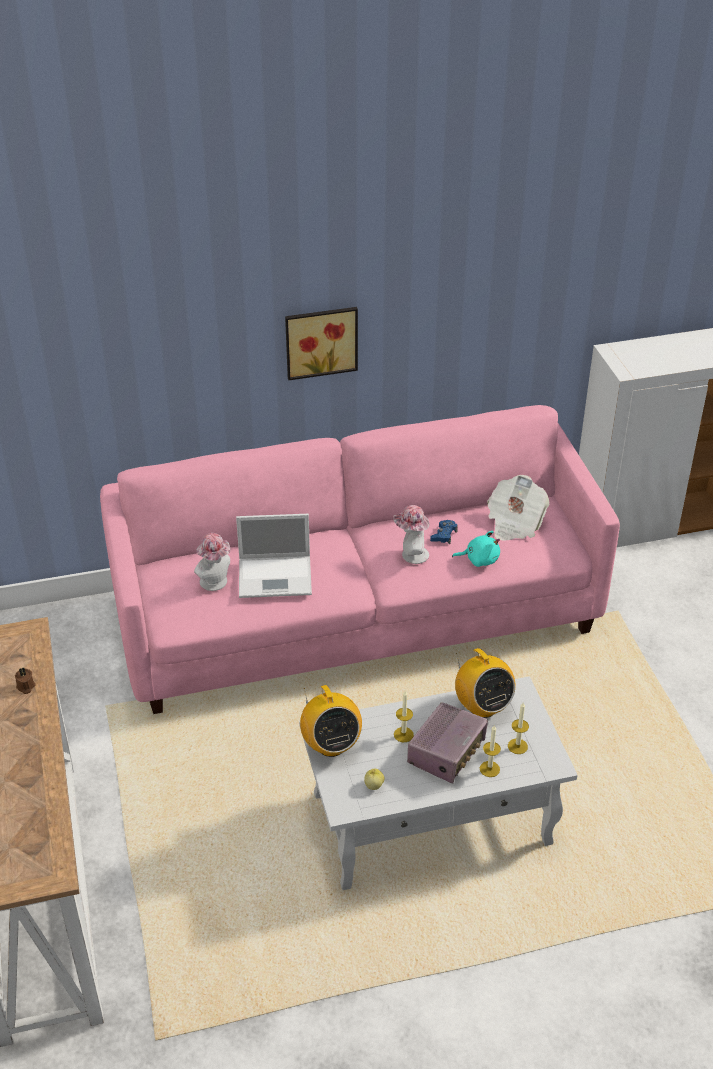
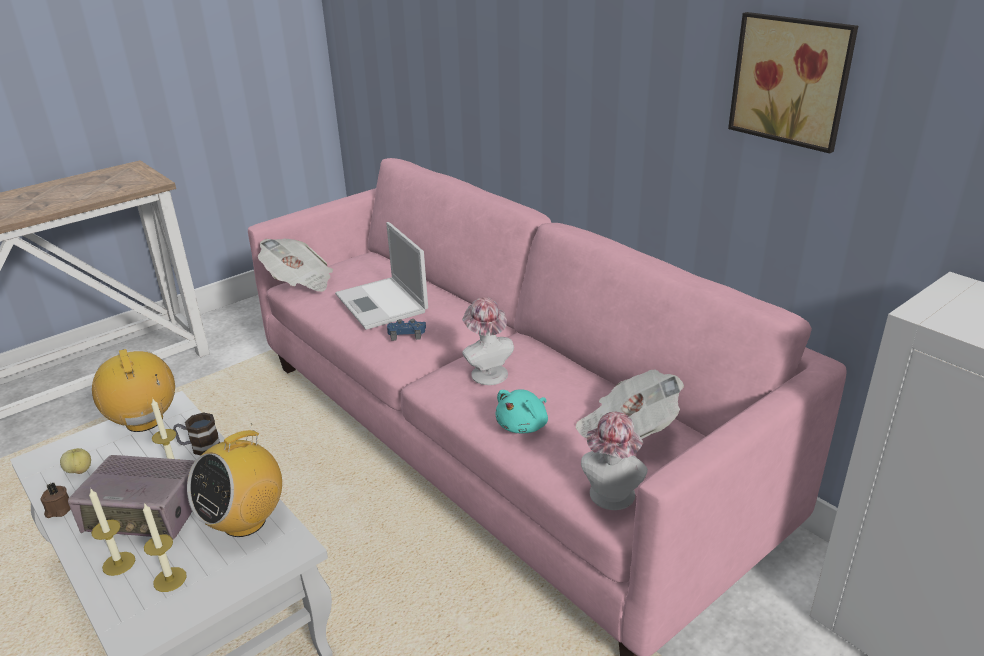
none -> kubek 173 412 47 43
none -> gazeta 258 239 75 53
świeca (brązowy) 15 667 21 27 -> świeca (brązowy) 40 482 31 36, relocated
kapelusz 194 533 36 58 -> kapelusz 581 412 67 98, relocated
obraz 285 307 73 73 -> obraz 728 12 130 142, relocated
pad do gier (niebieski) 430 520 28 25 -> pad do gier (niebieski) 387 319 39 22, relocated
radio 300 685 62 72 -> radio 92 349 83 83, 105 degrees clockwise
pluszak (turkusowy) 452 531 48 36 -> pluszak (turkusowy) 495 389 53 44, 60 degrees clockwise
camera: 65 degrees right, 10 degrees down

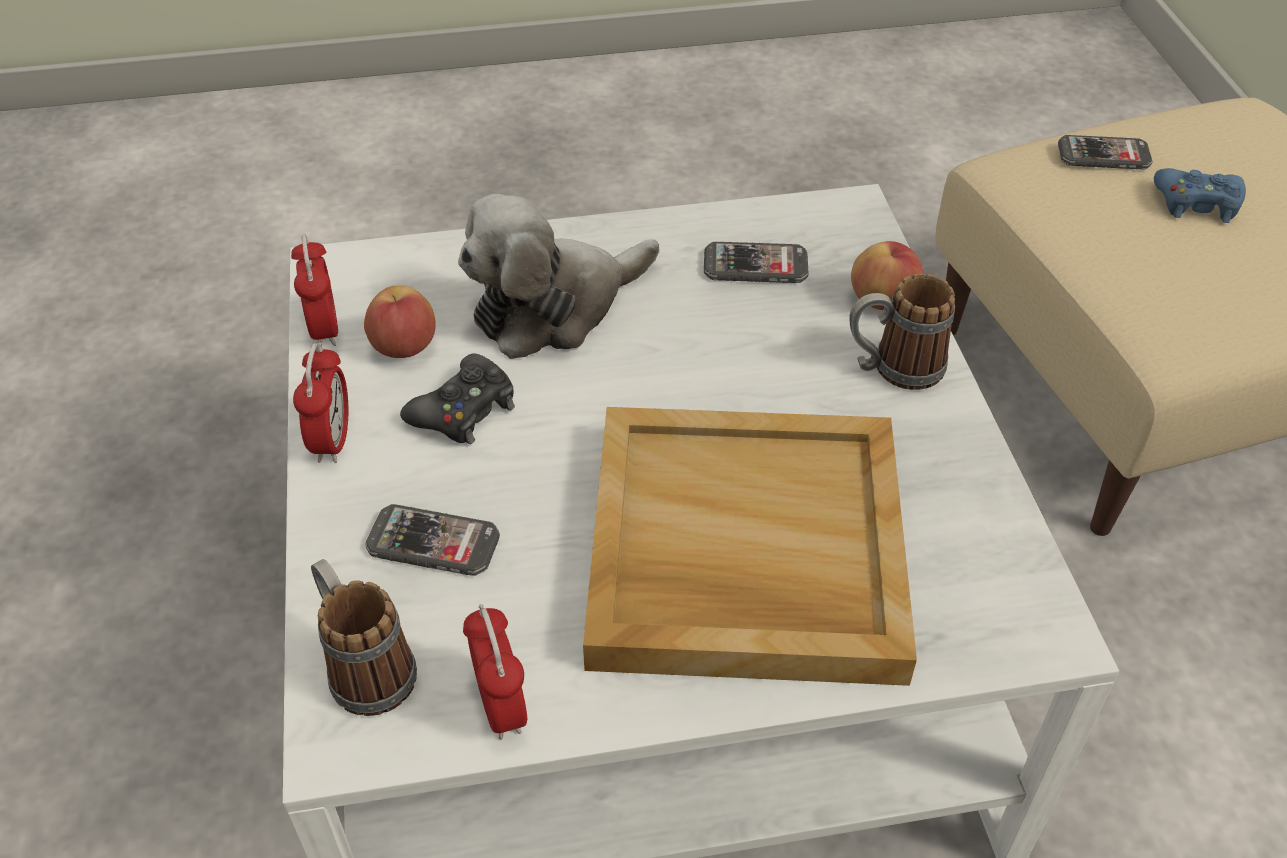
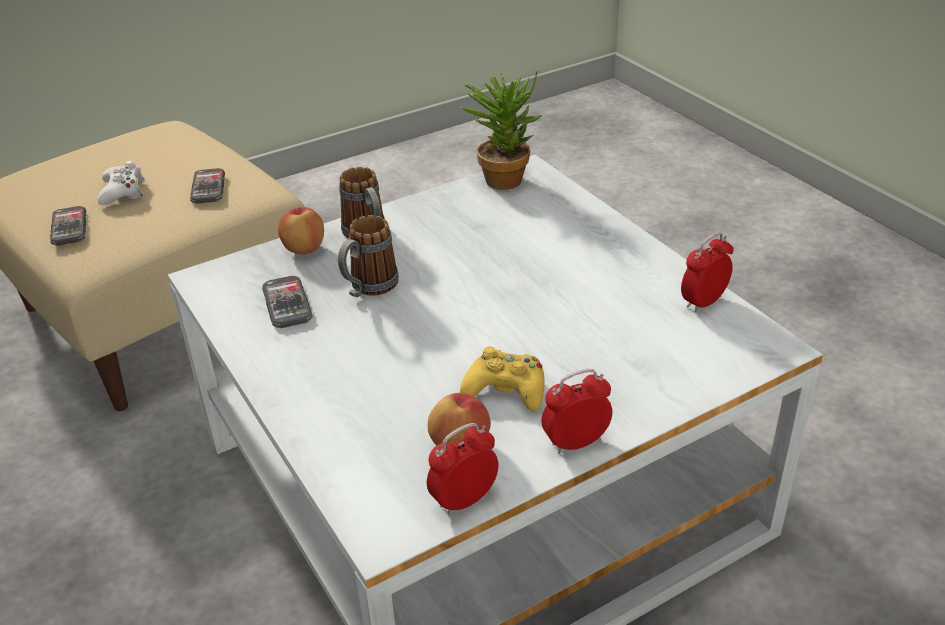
pluszak 458 194 201 165 -> none
taca (beżowy) 583 407 334 279 -> none
none -> roślina doniczkowa 459 71 83 119
kubek 311 559 106 157 -> kubek 338 215 61 82, relocated
telefon 365 504 135 72 -> telefon 190 168 35 36, relocated
pad do gier (czarny) 400 353 115 91 -> pad do gier (żółty) 460 347 84 64
pad do gier (niebieski) 1154 168 92 55 -> pad do gier (biały) 98 161 47 44
camera: 110 degrees left, 10 degrees down

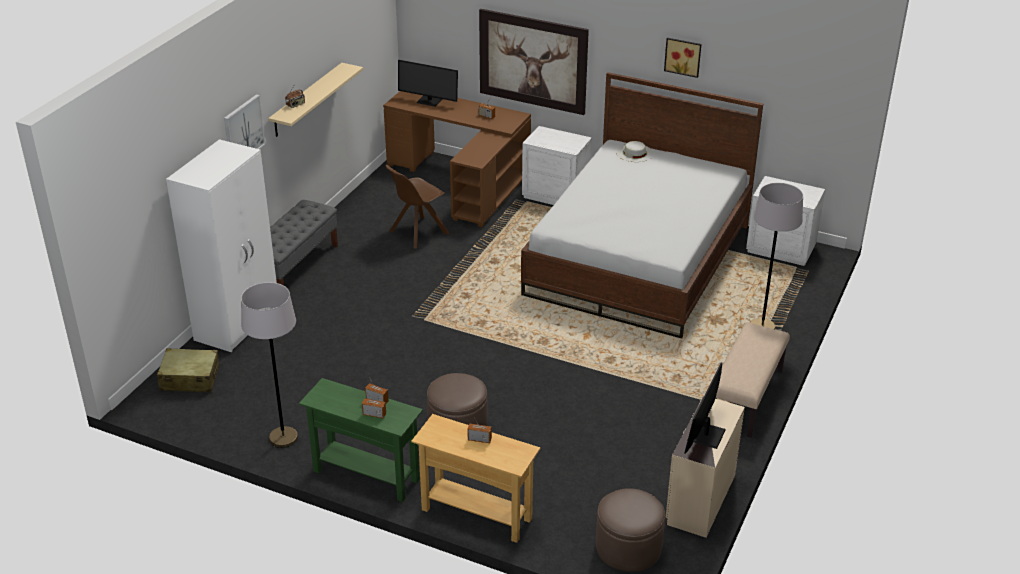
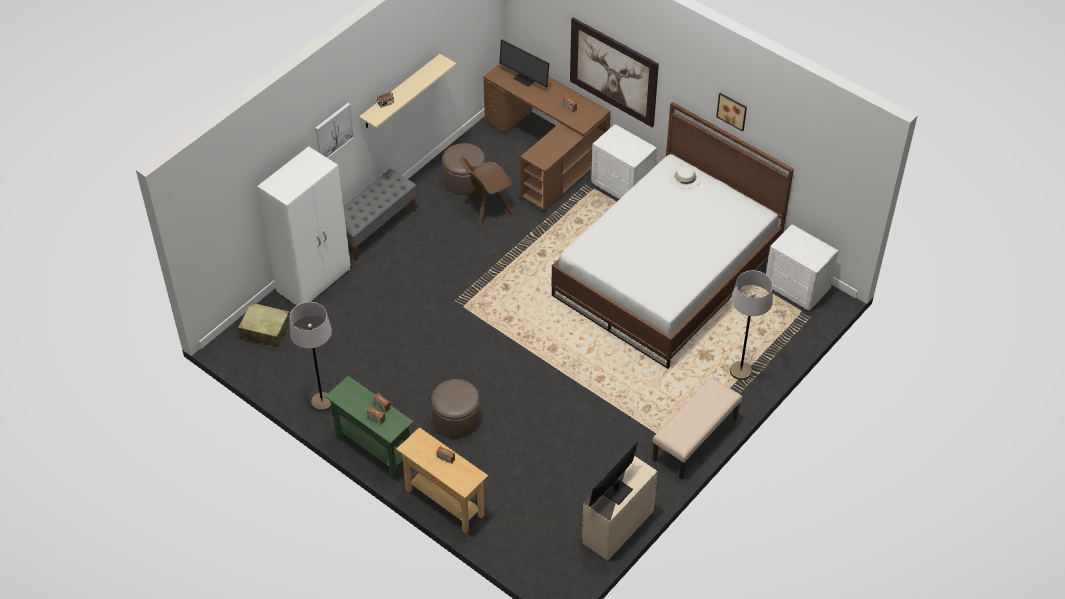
pufa (brązowy) 596 488 69 84 -> pufa (brązowy) 442 143 43 52, relocated
camera: 15 degrees right, 15 degrees up

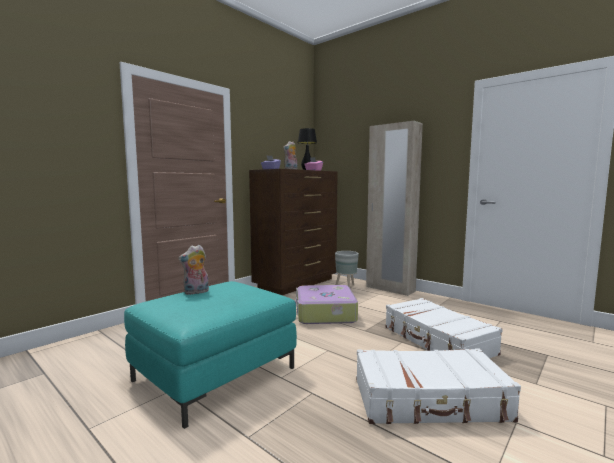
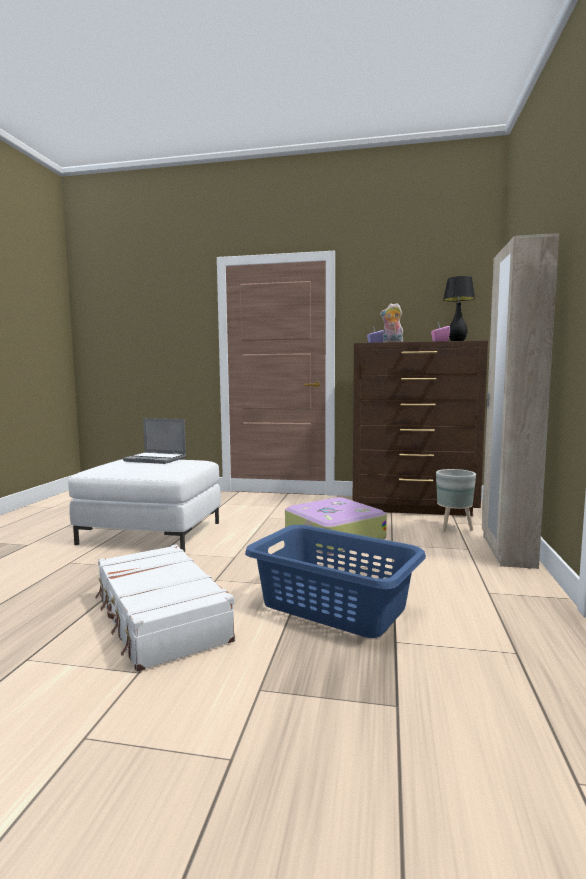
pluszak 178 245 31 50 -> laptop 123 418 63 46
walizka (biały) 385 298 118 60 -> kosz na pranie (niebieski) 245 525 181 113
pufa (turkusowy) 124 281 173 148 -> pufa (biały) 68 459 153 93
camera: 60 degrees right, 0 degrees up

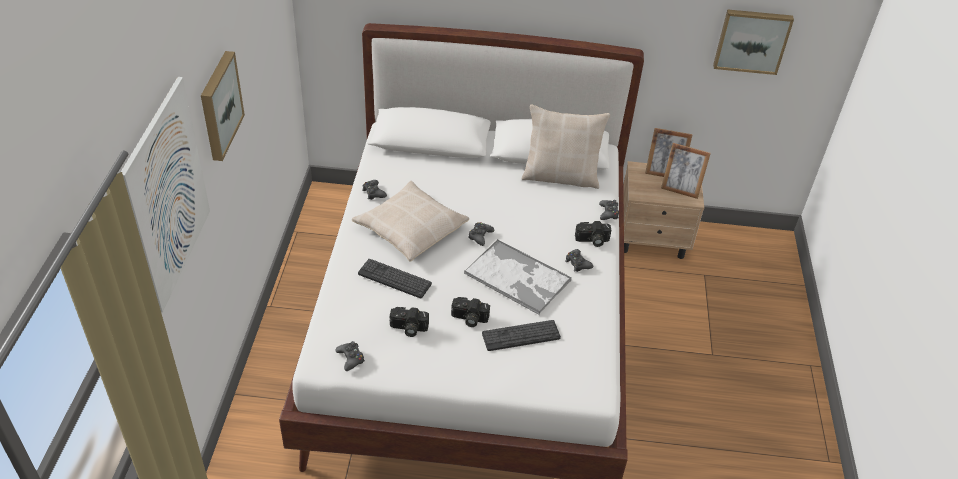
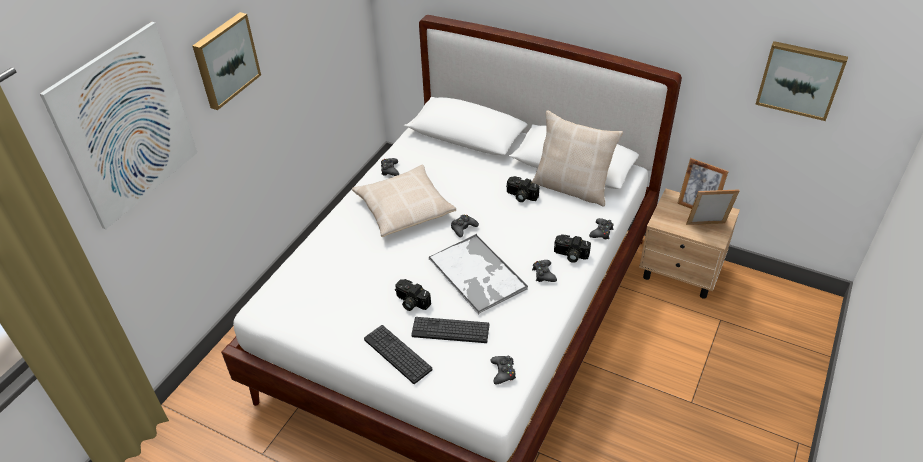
pad do gier (czarny) 336 341 29 30 -> pad do gier (czarny) 491 356 25 28, relocated
klawiatura 358 259 74 40 -> klawiatura 364 325 68 59, relocated
aparat fotograficzny 390 307 39 30 -> aparat fotograficzny 506 176 33 26, relocated
ramka na zdjęcie 661 143 50 56 -> ramka na zdjęcie 686 189 54 36, 135 degrees clockwise
camera: 25 degrees right, 0 degrees up

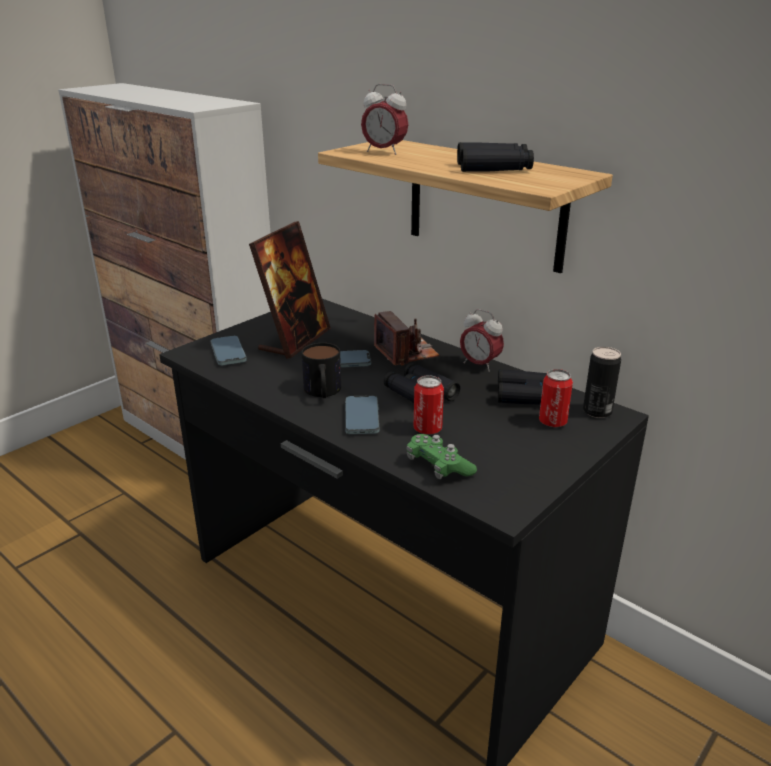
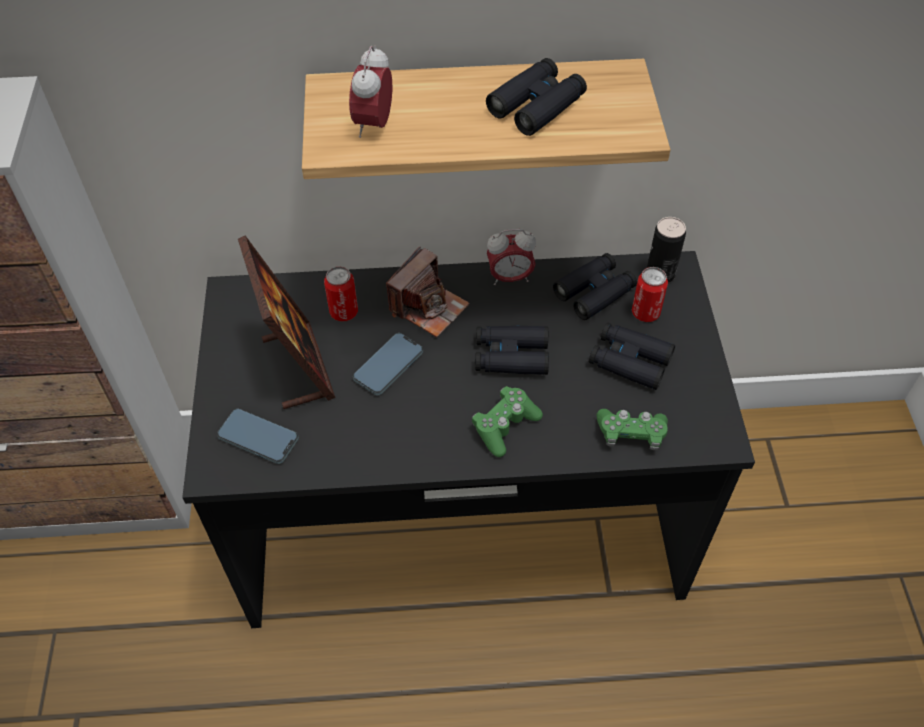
kubek 302 343 39 55 -> none
none -> lornetka (czarny) 589 323 86 67
puszka 414 376 30 59 -> puszka 324 266 34 56, relocated
telefon 345 396 34 38 -> pad do gier (zielony) 472 386 71 71
budzik 361 84 47 71 -> budzik 349 45 43 93, 120 degrees clockwise
aparat fotograficzny 374 311 65 55 -> aparat fotograficzny 386 247 84 90, 105 degrees clockwise
camera: 45 degrees left, 25 degrees up

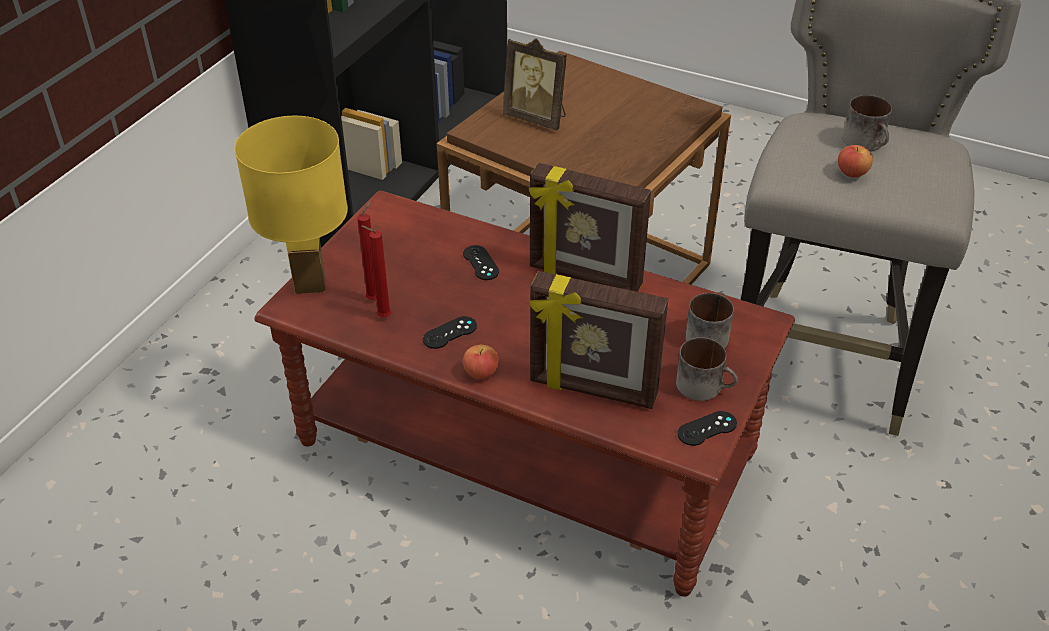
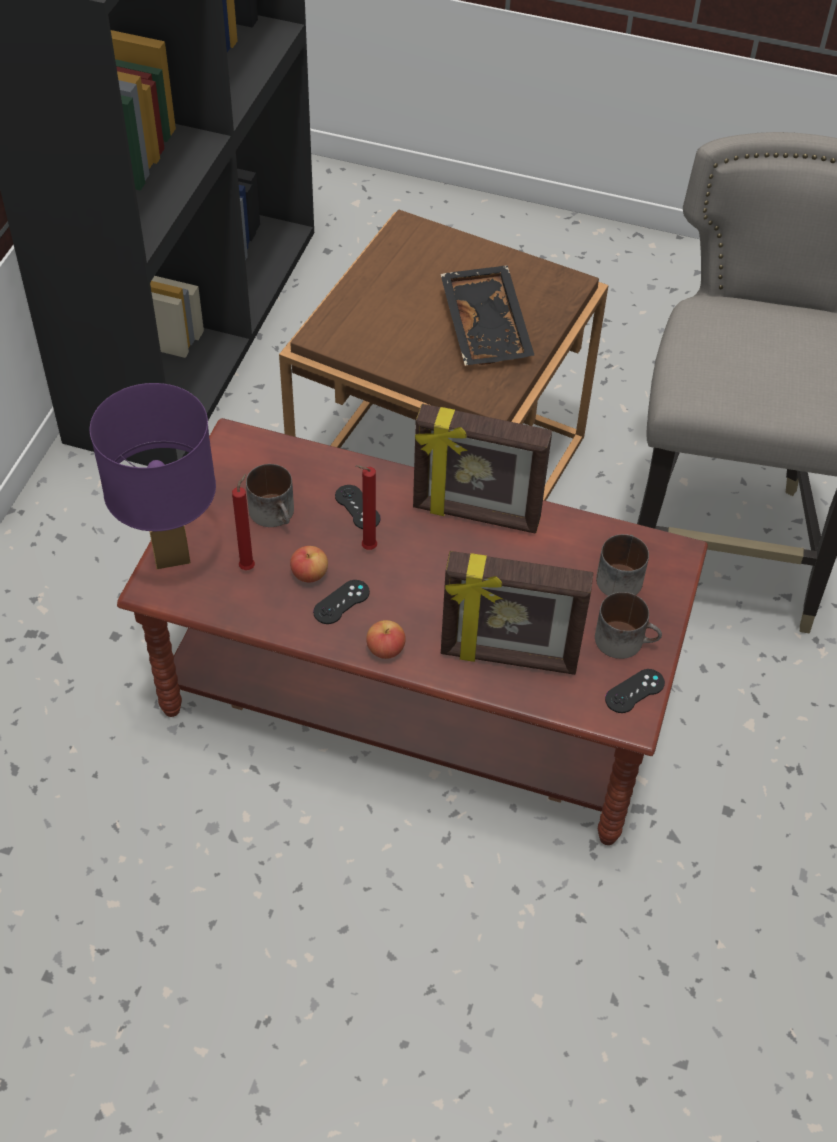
ramka na zdjęcie 503 38 64 92 -> none
none -> taca (czarny) 440 265 94 101
świeca (czerwony) 361 226 30 91 -> świeca (czerwony) 356 465 21 85, relocated
jabłko 838 145 35 32 -> jabłko 290 546 38 36, relocated
kubek 842 95 50 56 -> kubek 246 464 48 63, relocated
lampa stołowa (żółty) 234 116 114 178 -> lampa stołowa (fioletowy) 90 383 126 186
camera: 10 degrees left, 10 degrees up

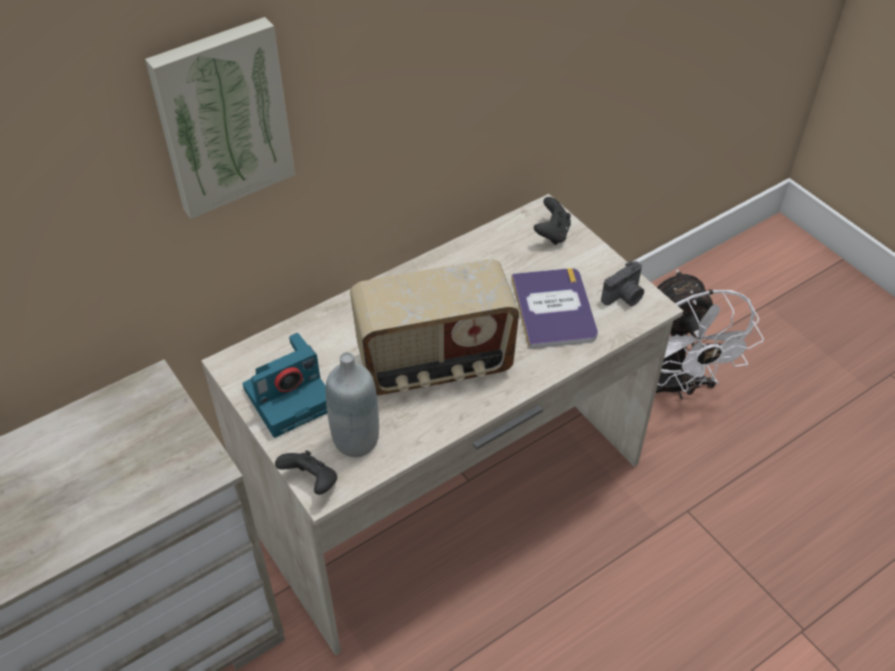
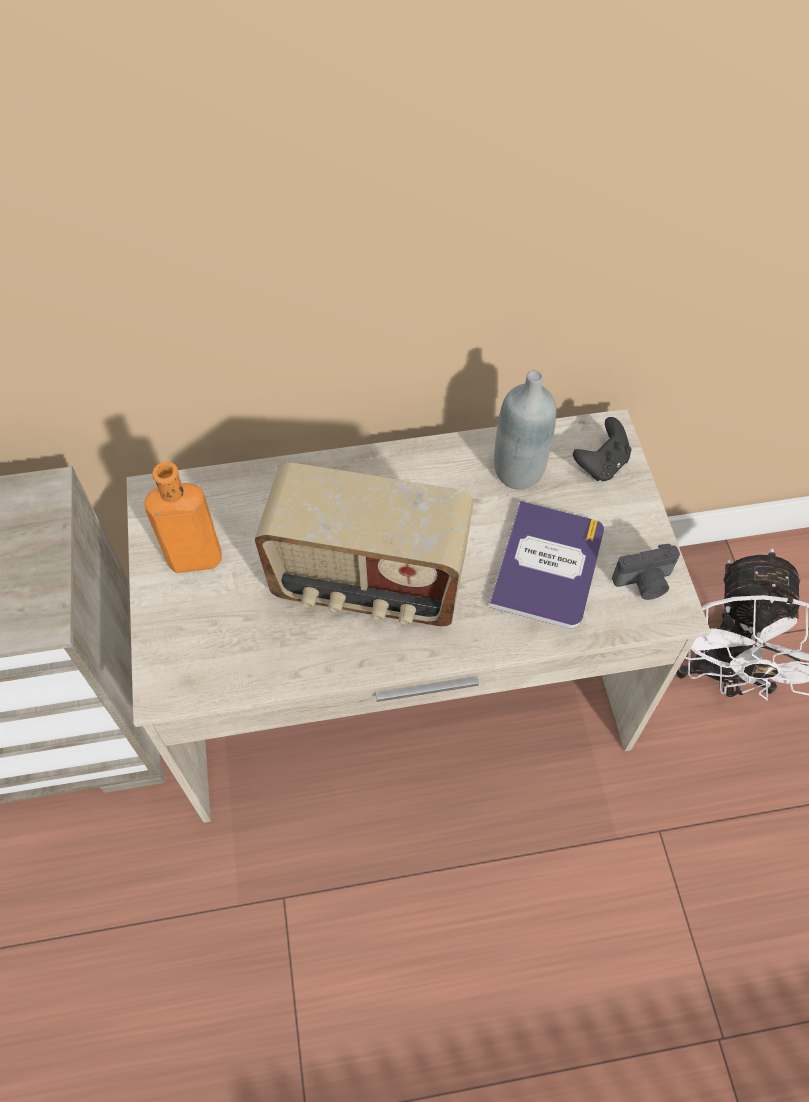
obraz 145 17 150 202 -> none
pad do gier (czarny) 275 450 62 45 -> none
butelka (szary) 326 352 53 105 -> butelka (szary) 494 370 62 120, relocated
aparat fotograficzny 242 333 85 105 -> butelka (pomarańczowy) 145 462 77 111
camera: 25 degrees right, 10 degrees up

